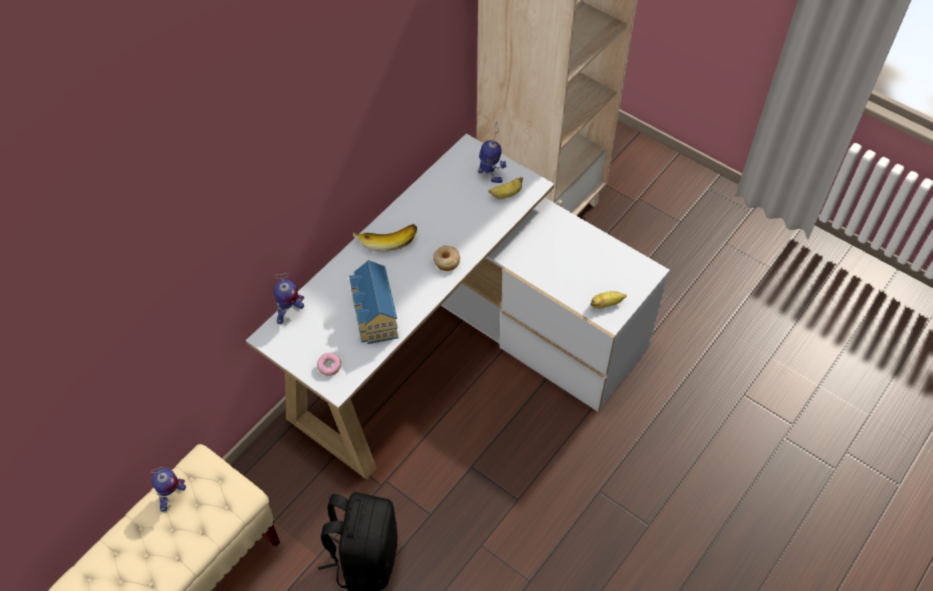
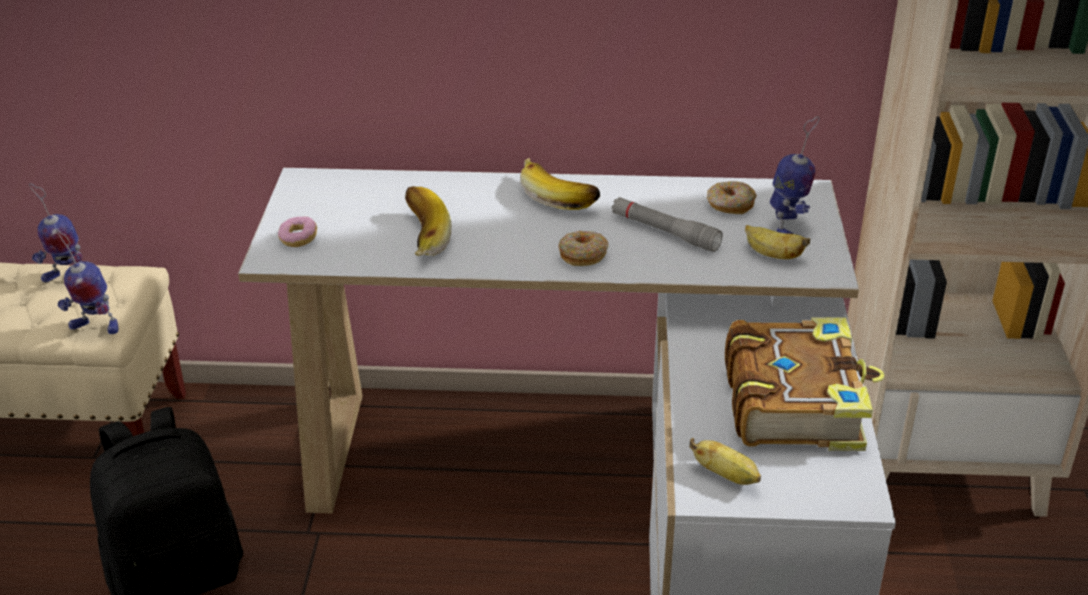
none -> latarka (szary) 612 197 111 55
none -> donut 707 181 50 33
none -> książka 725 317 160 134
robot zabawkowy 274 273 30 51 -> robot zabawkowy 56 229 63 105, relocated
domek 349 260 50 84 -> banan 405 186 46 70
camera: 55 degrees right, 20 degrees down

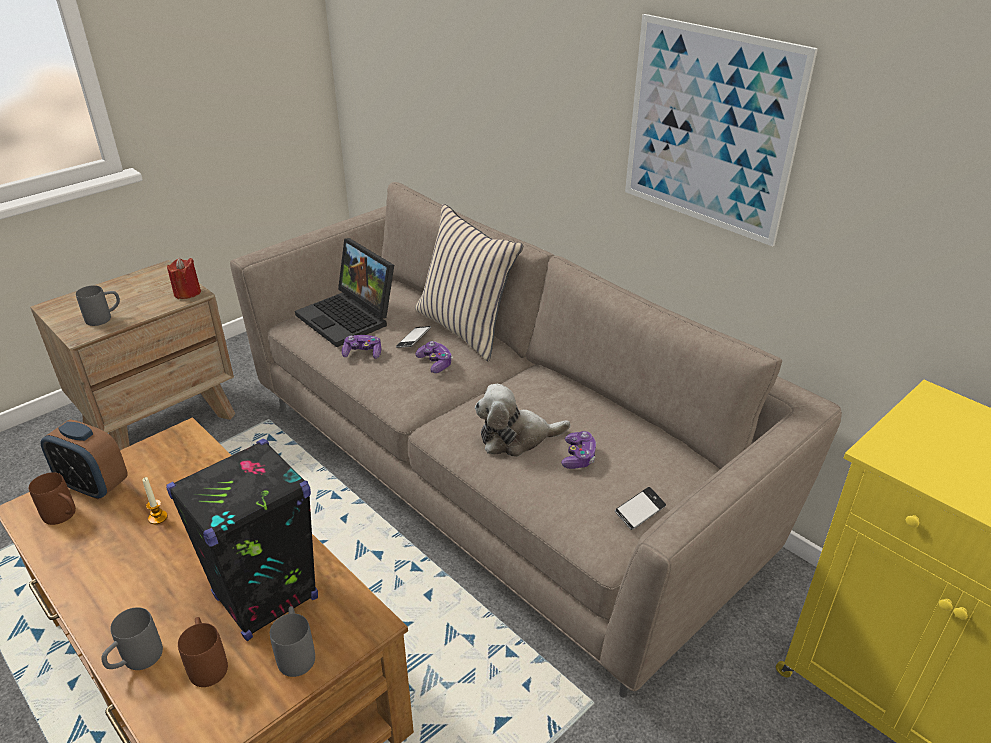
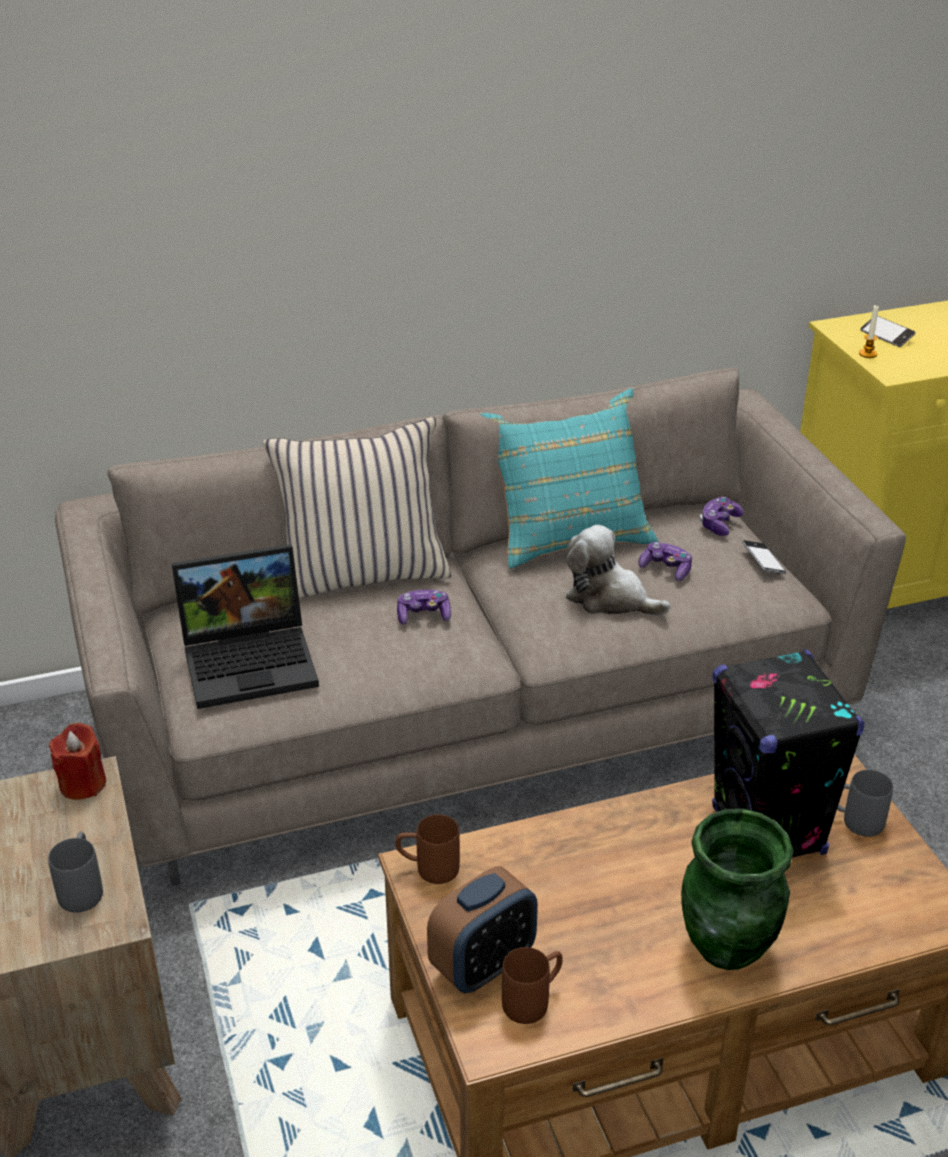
kubek (szary) 101 607 62 63 -> none
obraz 625 14 193 233 -> none
none -> poduszka (turkusowy) 480 388 179 181
none -> wazon (zielony) 681 809 112 161
świeca 142 477 26 47 -> świeca 859 305 20 53, relocated
kubek (brązowy) 178 617 50 70 -> kubek (brązowy) 396 814 64 70, relocated
pad do gier 342 335 39 24 -> pad do gier 700 497 44 39, relocated
telefon 396 326 35 22 -> telefon 860 316 56 31, relocated
pluszak 475 384 95 73 -> pluszak 566 525 105 91, 105 degrees clockwise
camera: 65 degrees left, 0 degrees up

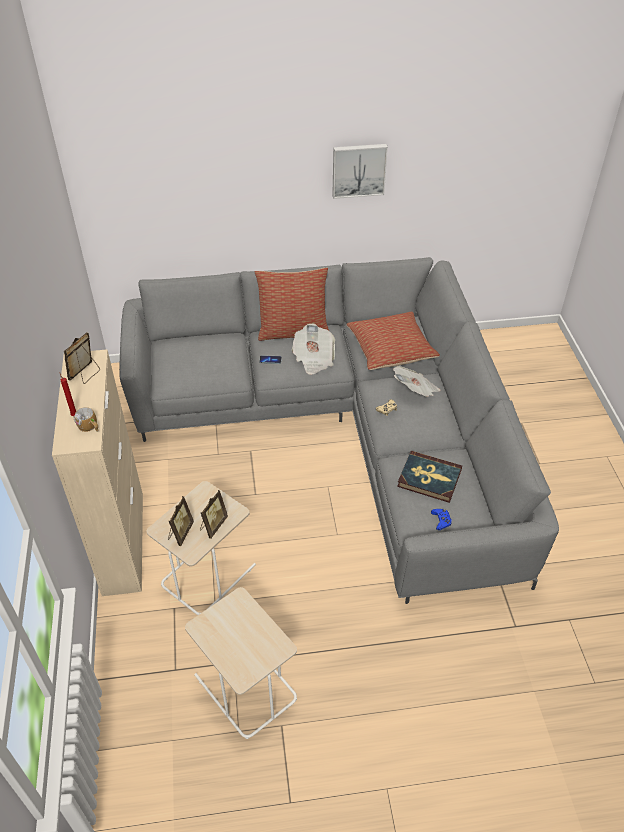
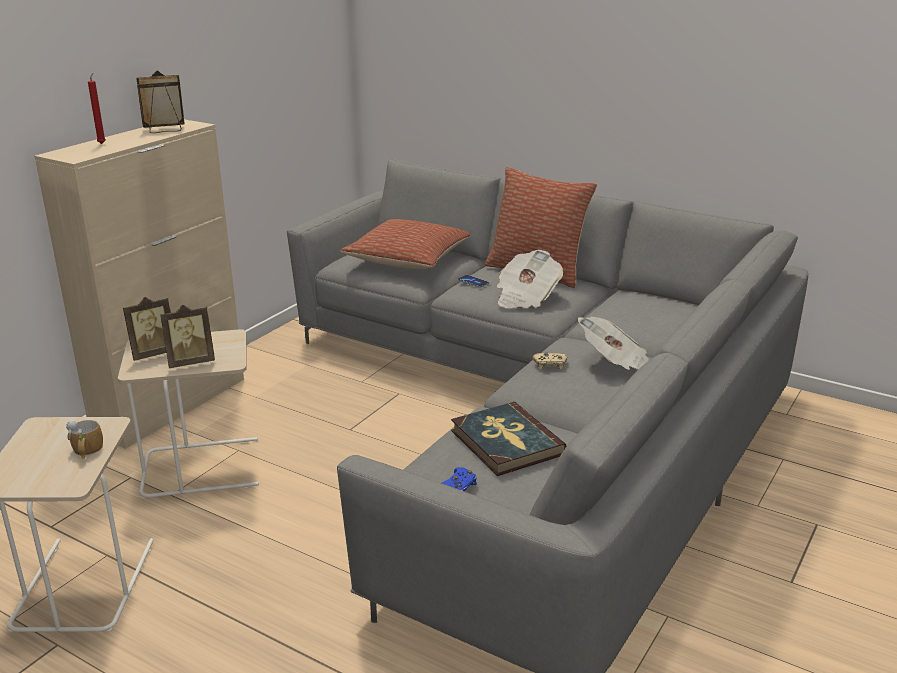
obraz 332 144 56 55 -> none
kubek 74 407 25 25 -> kubek 66 420 37 39, relocated
poduszka 346 312 94 58 -> poduszka 340 219 130 50, relocated
camera: 40 degrees right, 20 degrees down

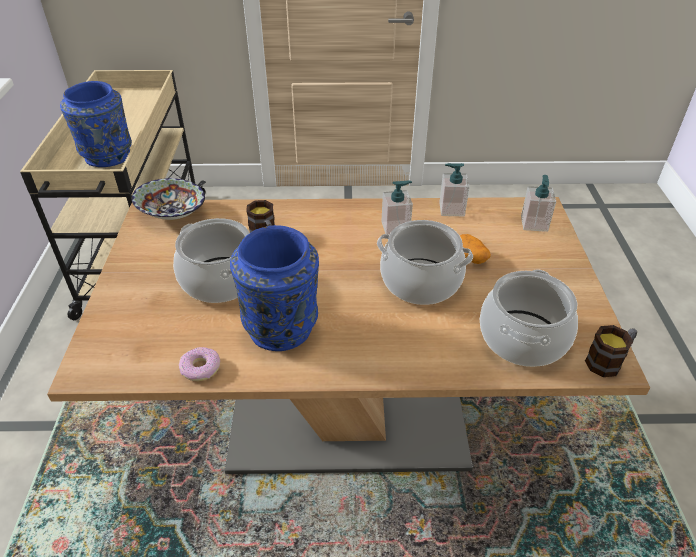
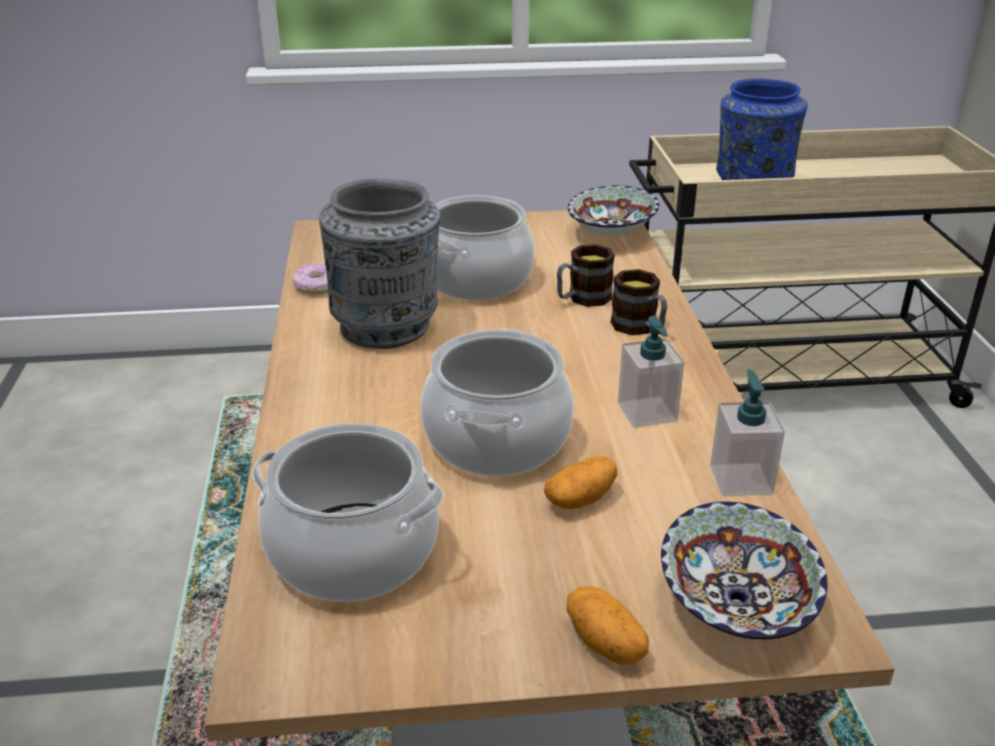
none -> ziemniak 567 586 82 79
kubek 585 325 52 52 -> kubek 611 269 56 66, relocated
dozownik mydła 521 175 35 57 -> miska 661 501 167 139
wazon (niebieski) 230 225 89 126 -> wazon (szary) 319 179 121 170
camera: 85 degrees right, 10 degrees down

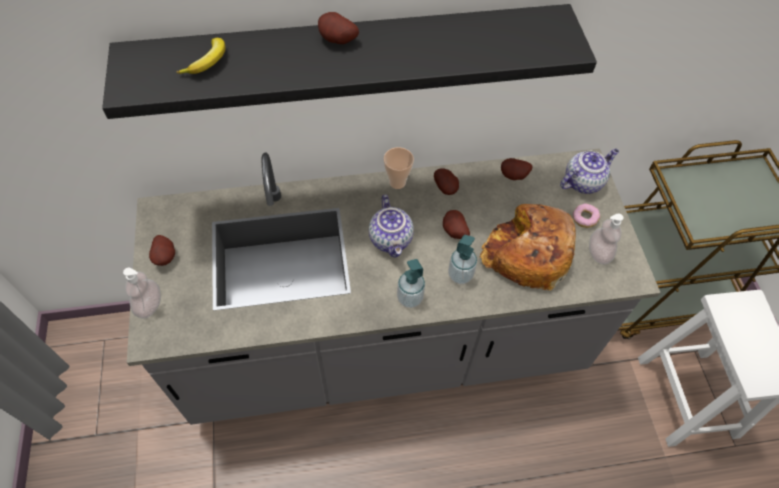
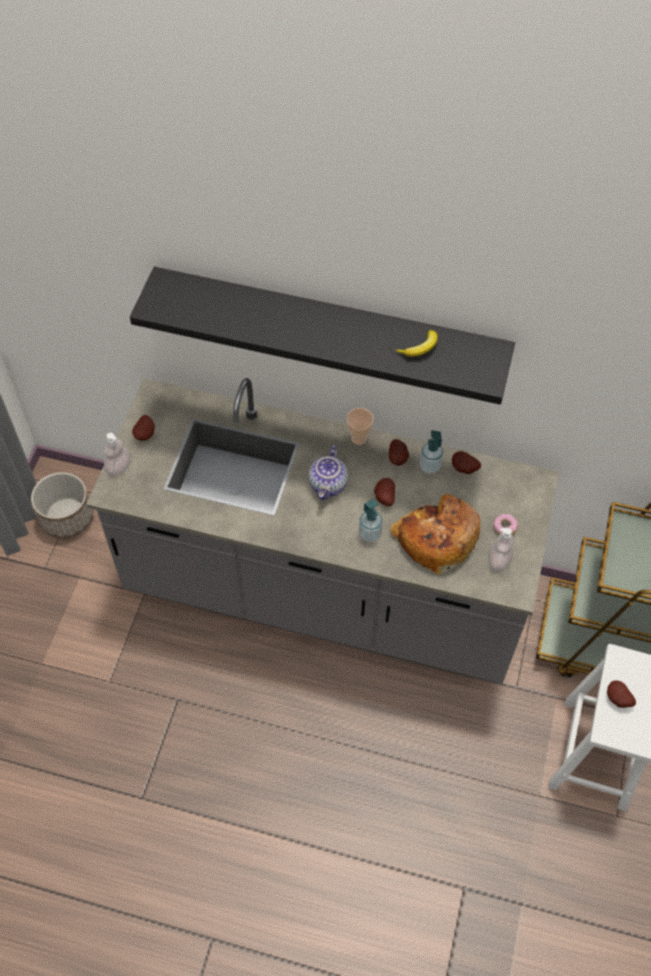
imbryk 560 149 59 45 -> none
none -> donica 31 472 62 67
banan 176 38 50 36 -> banan 395 330 43 27, relocated
ziemniak 318 12 41 32 -> ziemniak 607 680 29 28, relocated
dozownik mydła 397 259 28 49 -> dozownik mydła 419 430 25 44, relocated
camera: 25 degrees right, 0 degrees up

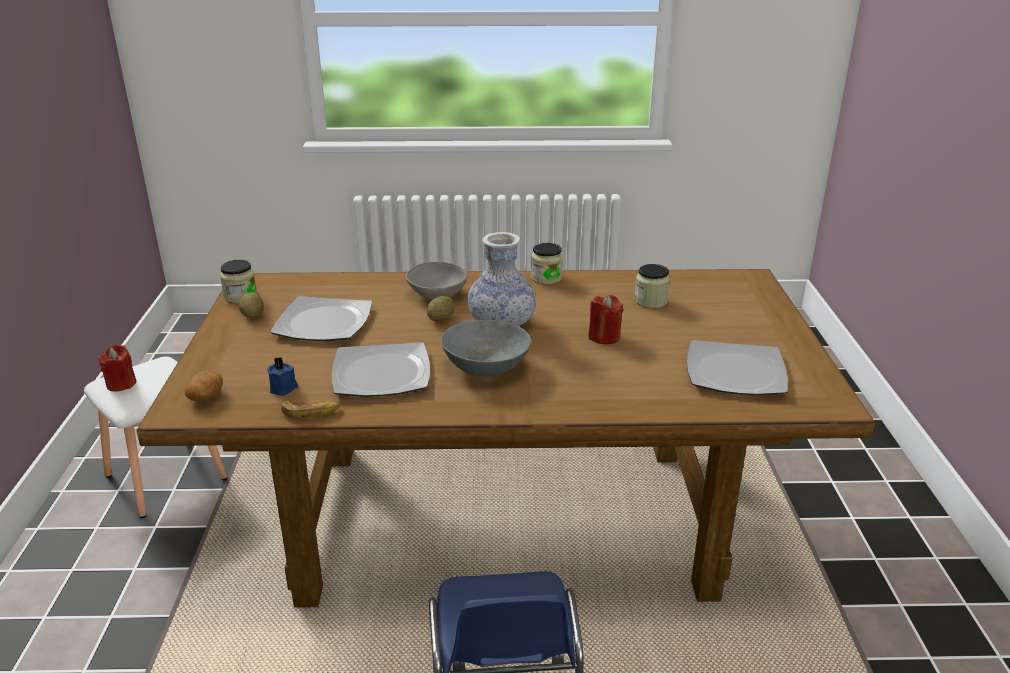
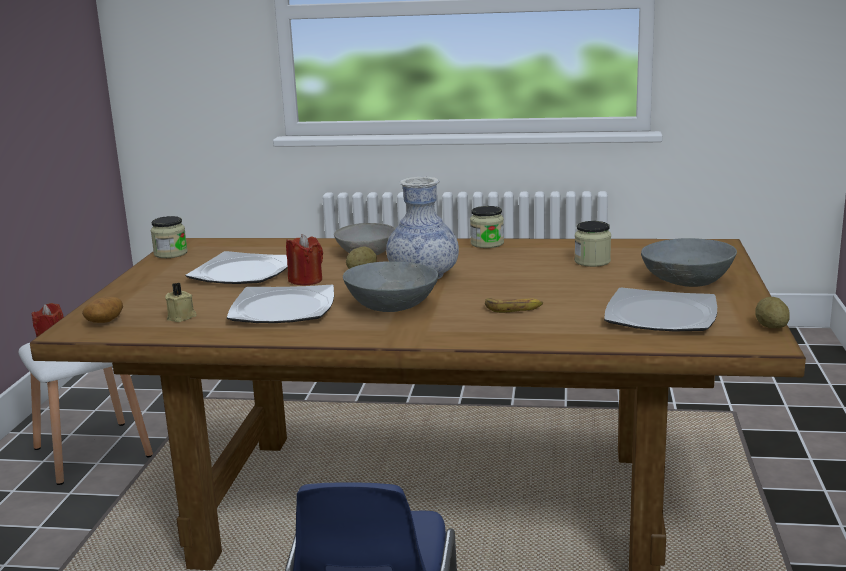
none -> miska (szary) 641 238 96 49
ziemniak 239 292 25 26 -> ziemniak 755 297 35 31, relocated
banan 281 399 59 20 -> banan 485 298 58 15, relocated
świeca (czerwony) 588 295 35 49 -> świeca (czerwony) 286 234 37 51, relocated
świeca (niebieski) 267 357 31 39 -> świeca (beżowy) 165 283 32 39
camera: 10 degrees right, 10 degrees down

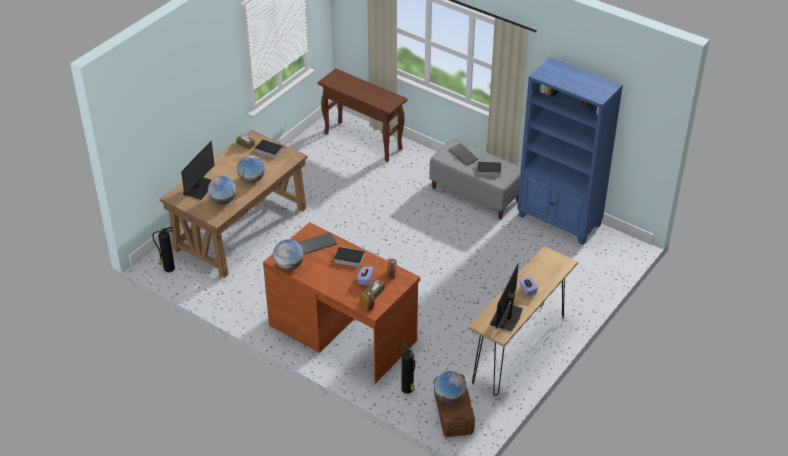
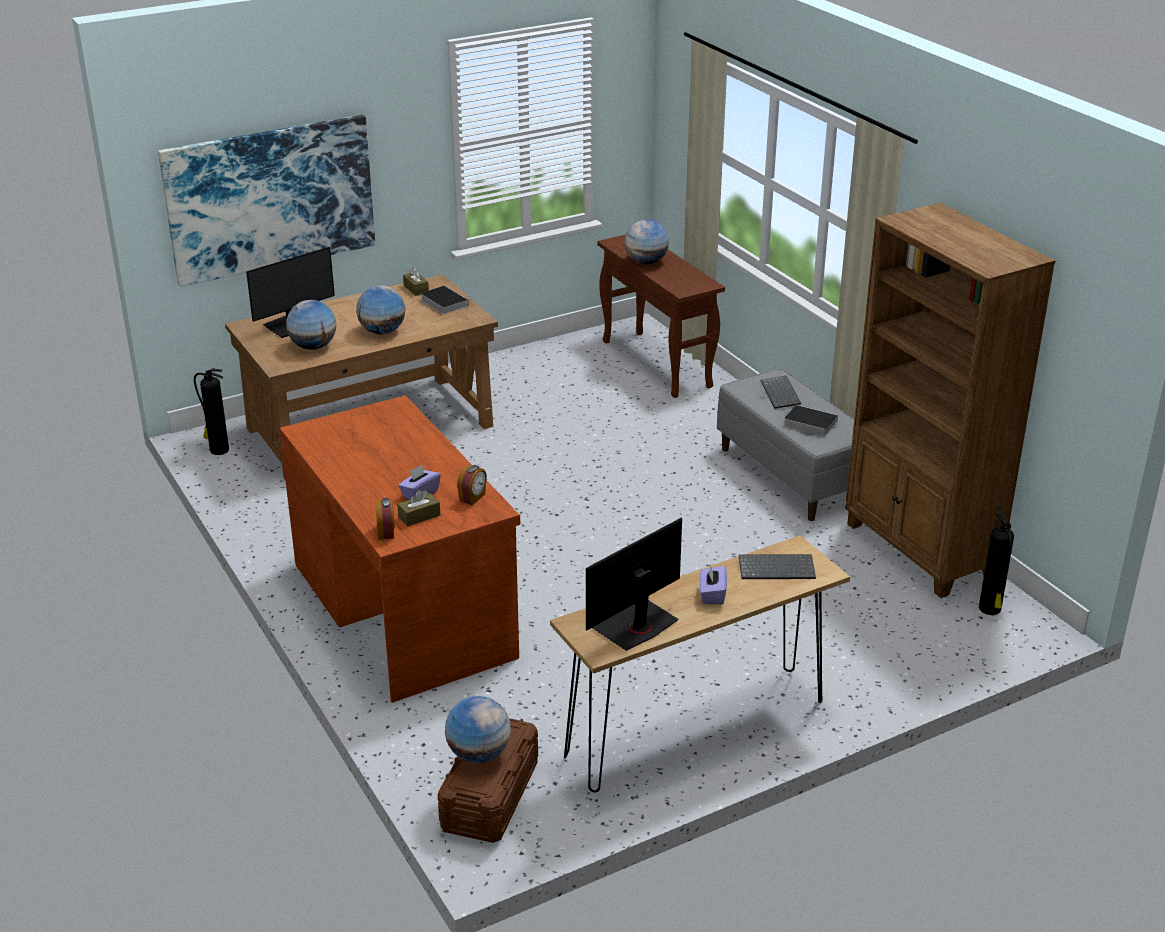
książka 333 247 32 20 -> none
none -> obraz 158 115 217 172
globus 273 239 31 31 -> globus 624 219 45 45, relocated
klawiatura 299 232 38 22 -> klawiatura 739 554 77 25, relocated
gaśnica 401 341 14 53 -> gaśnica 979 506 35 109, relocated
regał (niebieski) 517 57 106 188 -> regał (brązowy) 845 203 210 395
camera: 25 degrees right, 10 degrees down

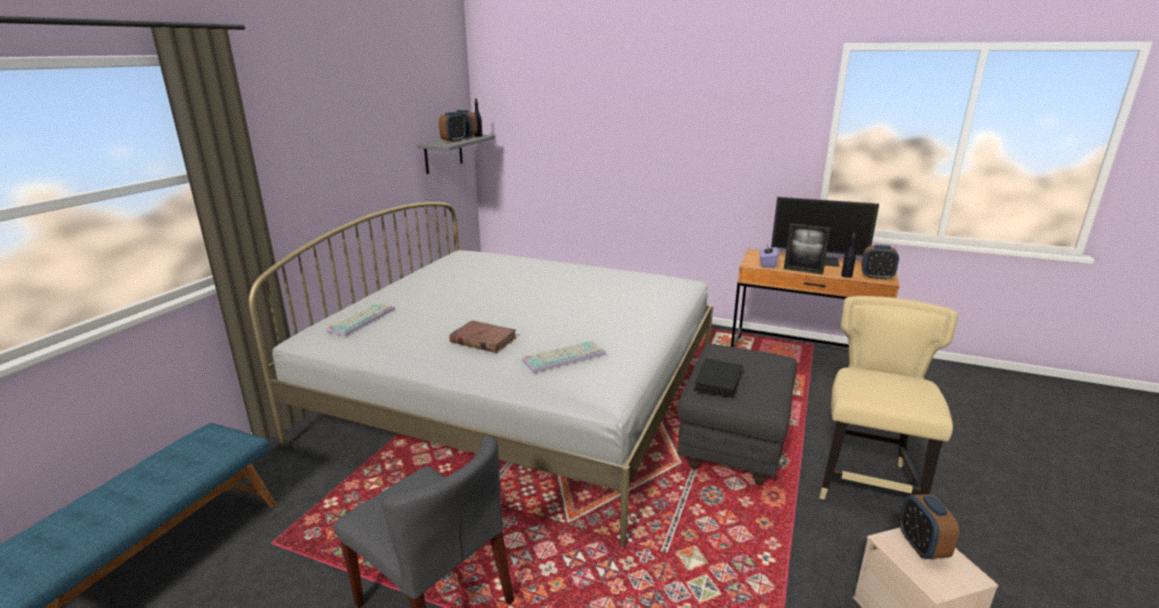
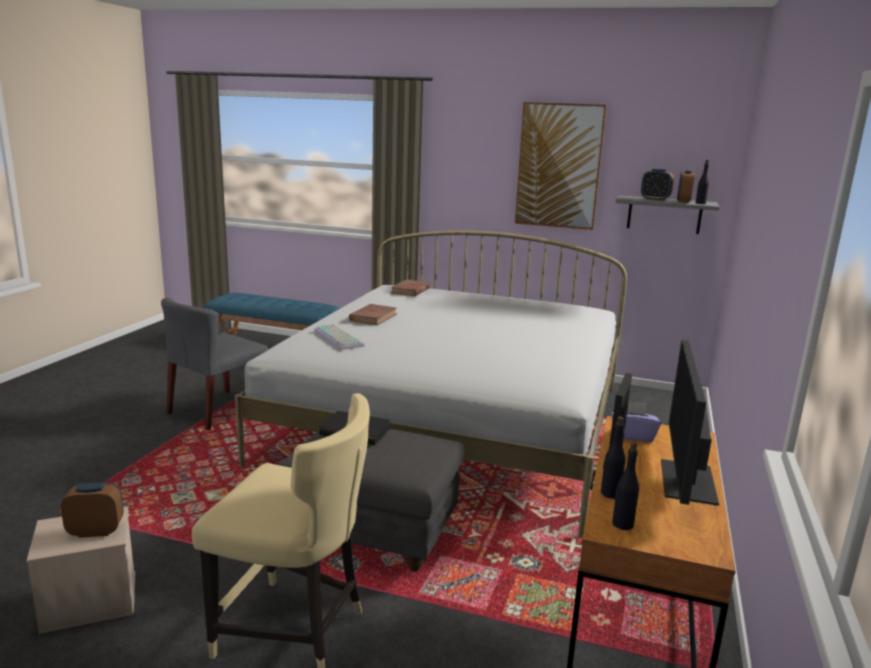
none -> obraz 515 102 92 128
klawiatura 326 303 69 33 -> książka (brązowy) 390 279 41 17
budzik 861 245 38 35 -> butelka (czarny) 612 442 27 88
camera: 85 degrees right, 5 degrees down

